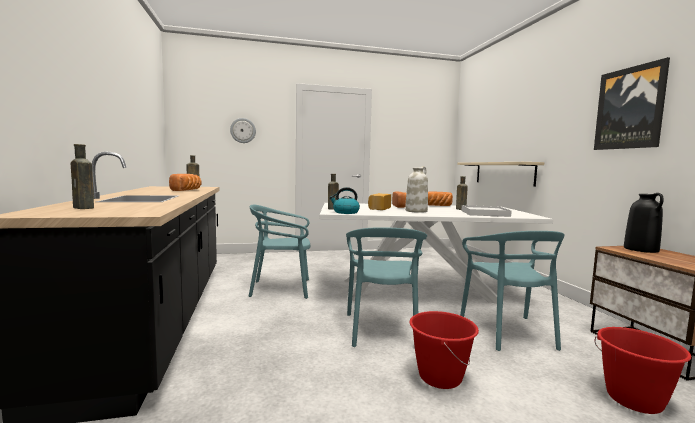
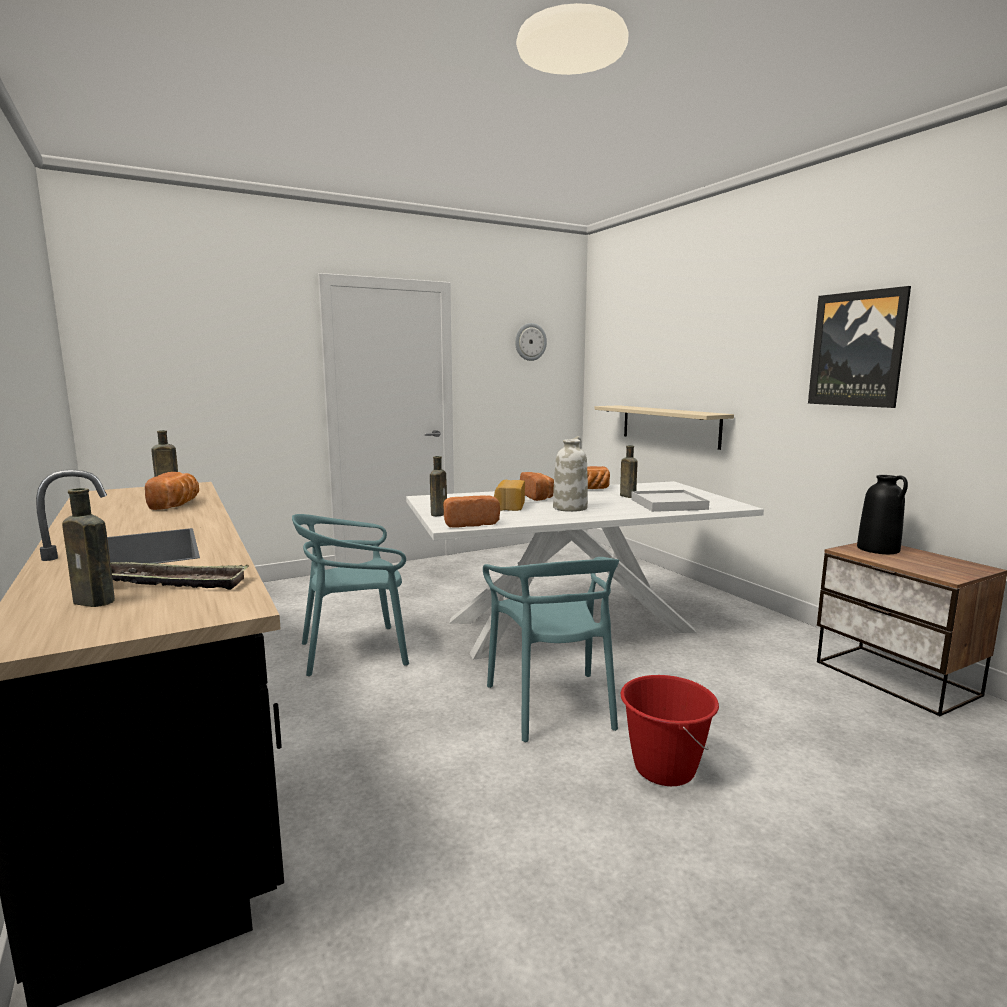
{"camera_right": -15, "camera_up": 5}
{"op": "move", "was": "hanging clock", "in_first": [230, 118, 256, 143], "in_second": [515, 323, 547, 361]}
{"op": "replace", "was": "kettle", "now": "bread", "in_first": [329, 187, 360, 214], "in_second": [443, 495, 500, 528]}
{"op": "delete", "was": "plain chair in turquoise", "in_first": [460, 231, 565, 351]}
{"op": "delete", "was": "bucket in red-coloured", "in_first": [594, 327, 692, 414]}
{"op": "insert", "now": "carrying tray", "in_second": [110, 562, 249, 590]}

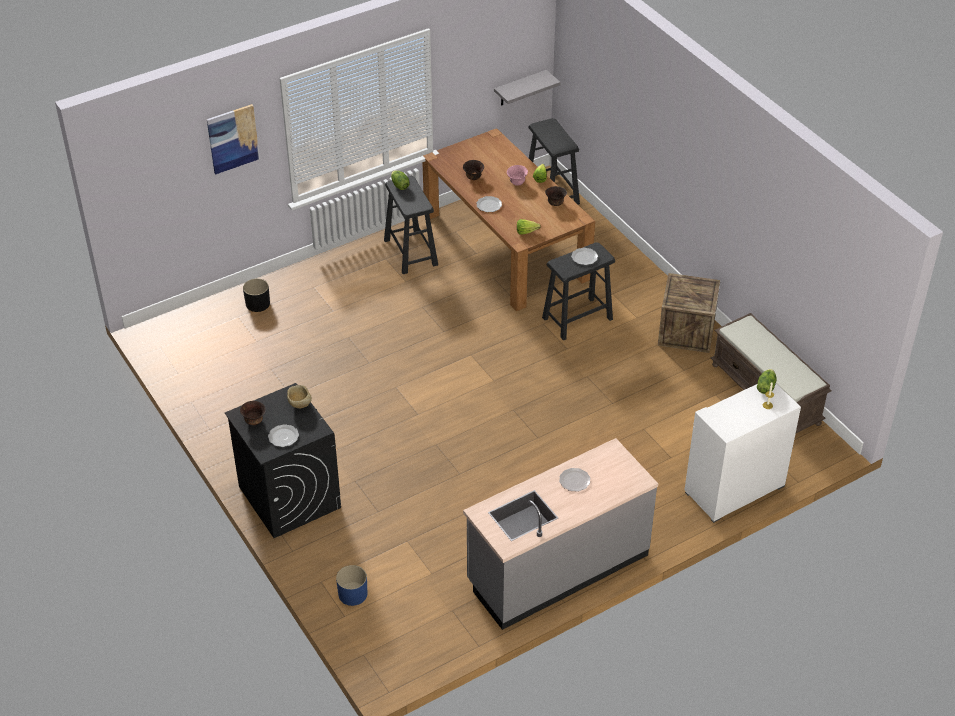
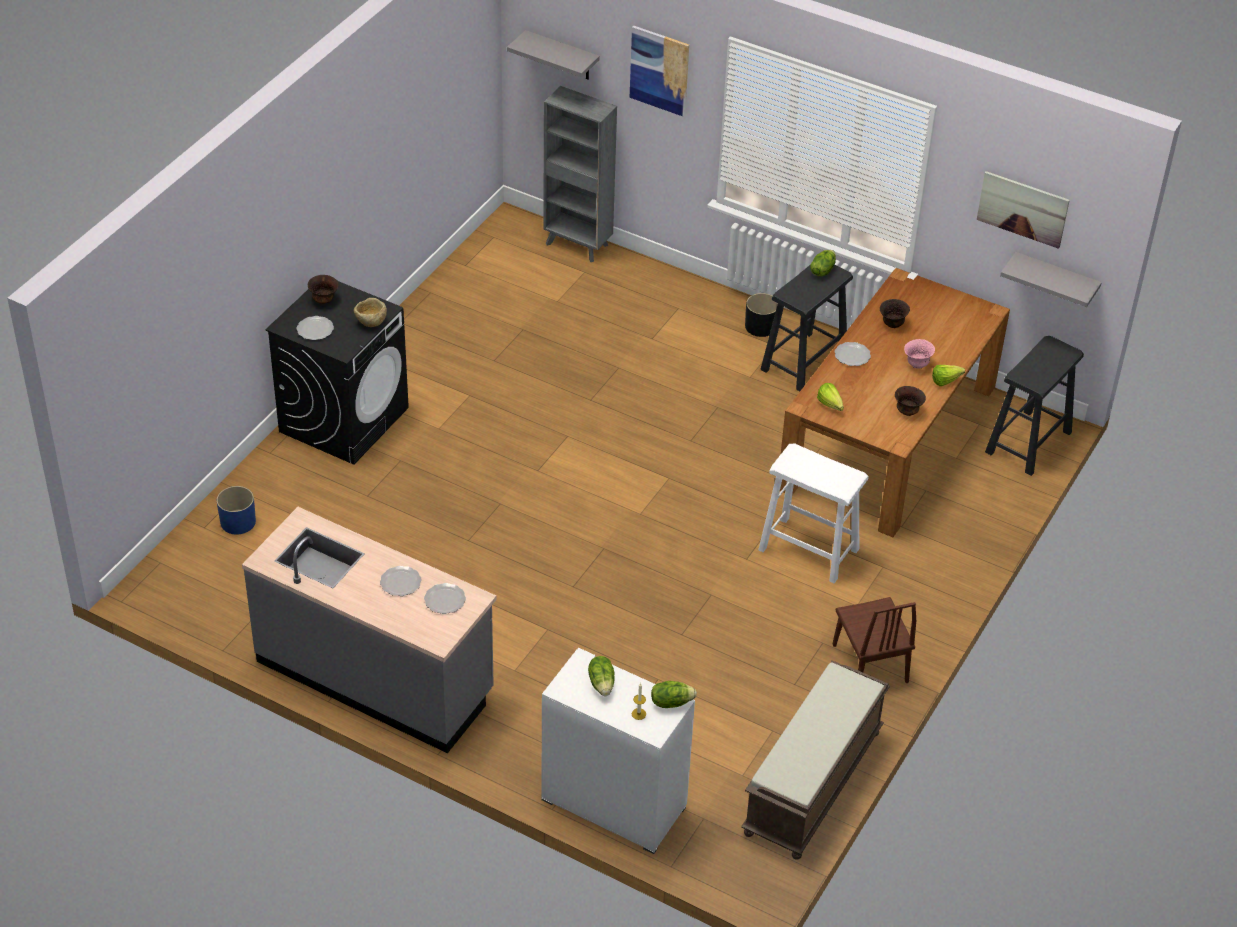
{"camera_right": 60, "camera_up": 0}
{"op": "recolor", "was": "stool in blackish", "now": "stool in white", "in_first": [542, 242, 615, 341], "in_second": [758, 443, 869, 583]}
{"op": "move", "was": "dinner plate", "in_first": [571, 248, 598, 265], "in_second": [424, 583, 466, 614]}
{"op": "replace", "was": "shipping crate", "now": "plain chair in brown-coloured", "in_first": [658, 273, 720, 353], "in_second": [833, 597, 916, 683]}
{"op": "move", "was": "plant pot in blackish", "in_first": [243, 278, 270, 312], "in_second": [745, 293, 778, 337]}
{"op": "insert", "now": "shelf in grey", "in_second": [507, 30, 600, 79]}
{"op": "insert", "now": "bookcase in grey", "in_second": [543, 86, 617, 262]}
{"op": "insert", "now": "picture", "in_second": [977, 171, 1070, 249]}
{"op": "insert", "now": "lettuce", "in_second": [588, 656, 615, 696]}

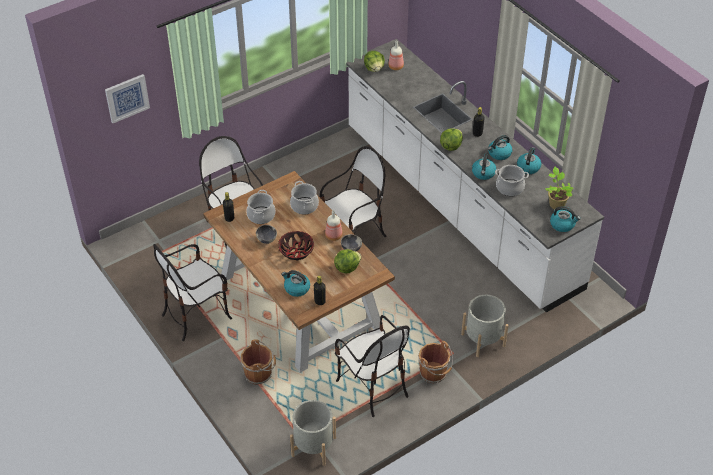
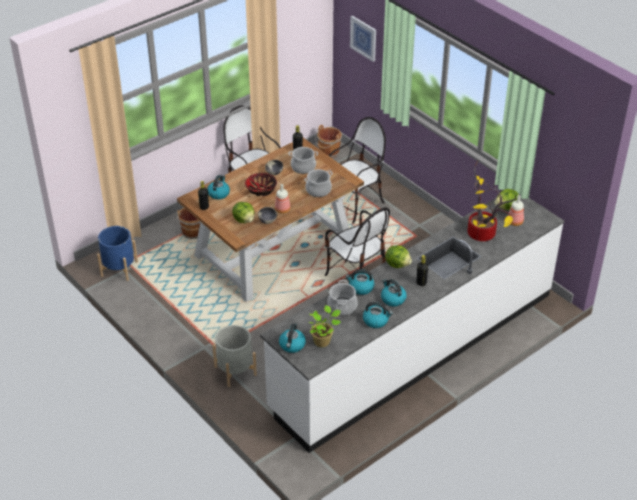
{"camera_right": 85, "camera_up": -5}
{"op": "delete", "was": "plain chair", "in_first": [335, 315, 410, 417]}
{"op": "move", "was": "bucket in brown-coloured", "in_first": [418, 341, 453, 384], "in_second": [315, 125, 342, 158]}
{"op": "recolor", "was": "plant pot in grey", "now": "plant pot in bluish", "in_first": [290, 400, 336, 466], "in_second": [97, 226, 138, 281]}
{"op": "insert", "now": "plant in a pot", "in_second": [467, 160, 516, 241]}

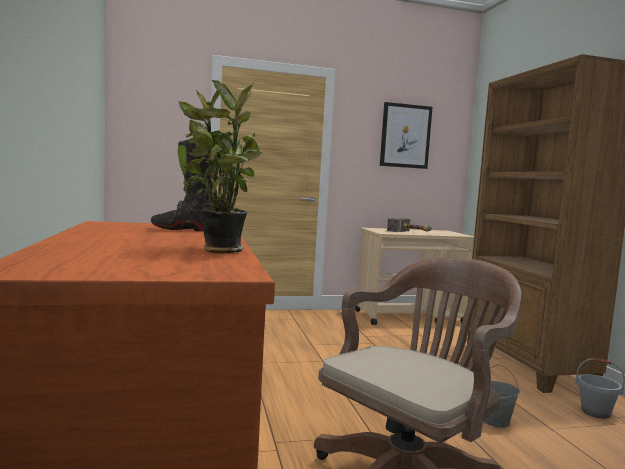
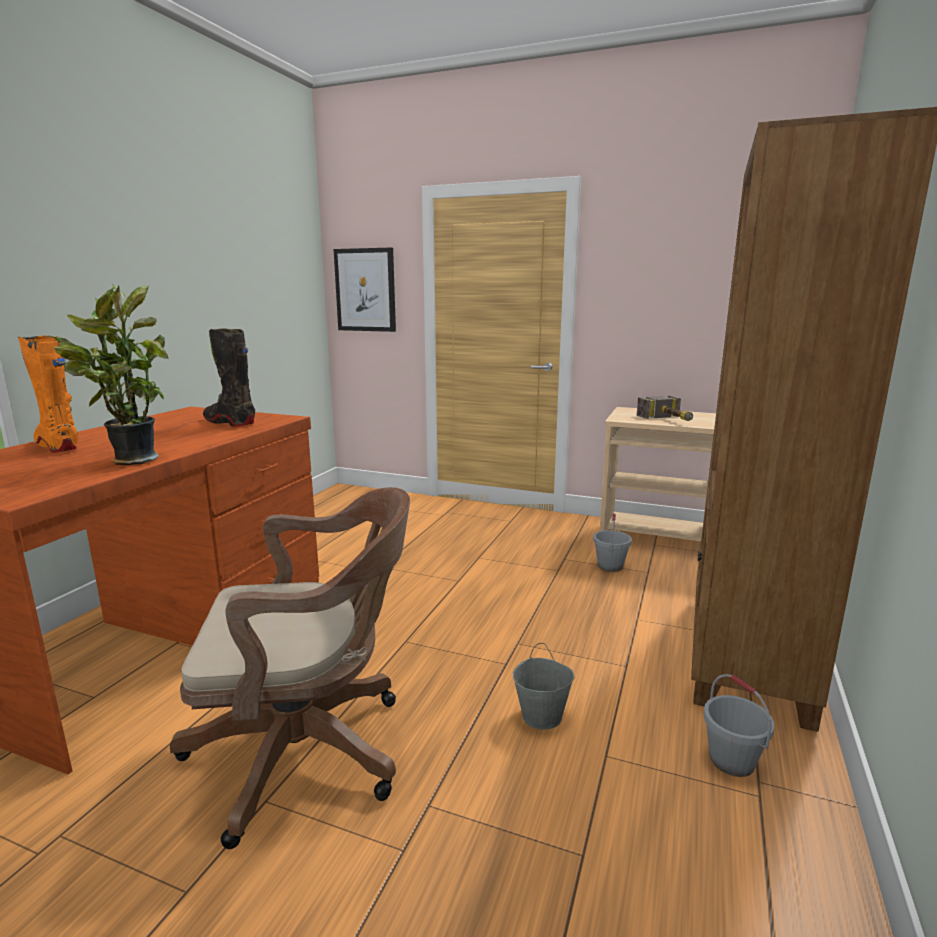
{"camera_right": 35, "camera_up": 10}
{"op": "move", "was": "picture", "in_first": [380, 102, 433, 169], "in_second": [334, 248, 396, 332]}
{"op": "insert", "now": "tall boot in orangey", "in_second": [18, 336, 78, 453]}
{"op": "insert", "now": "bucket in grey", "in_second": [593, 513, 632, 572]}

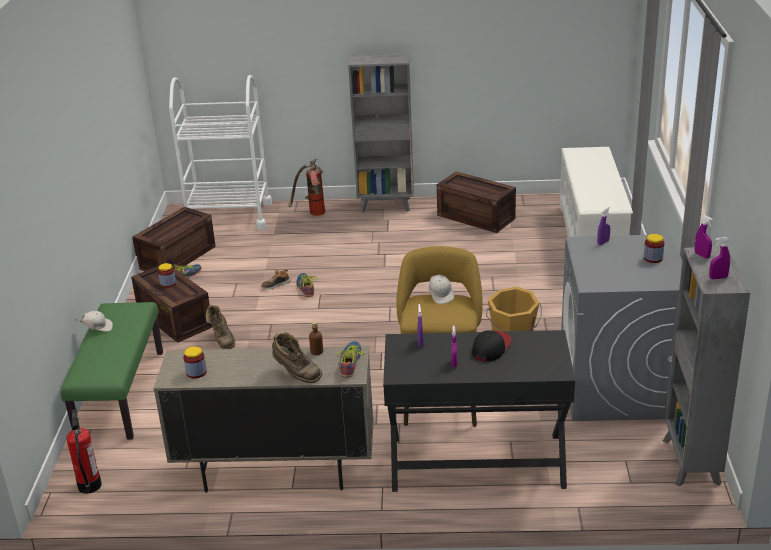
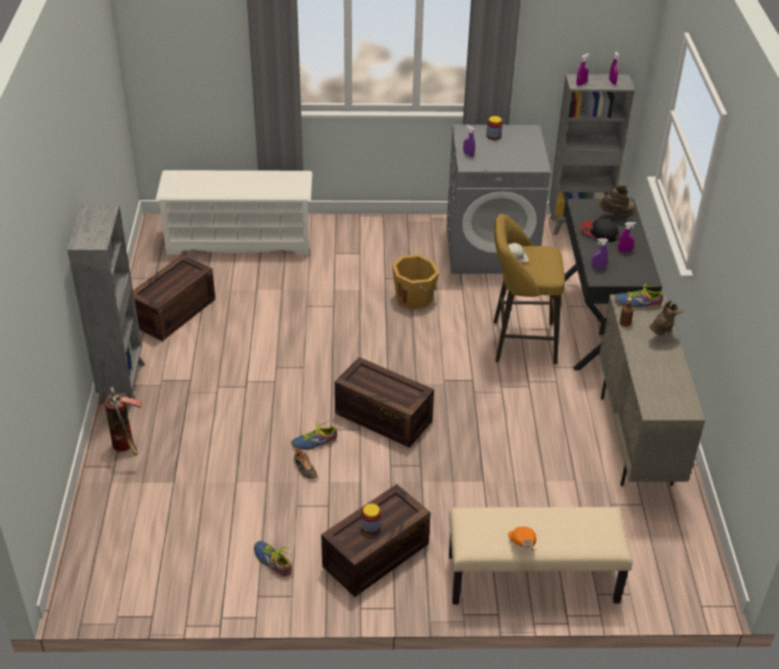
{"camera_right": -95, "camera_up": 10}
{"op": "delete", "was": "wheeled cart in white", "in_first": [169, 75, 272, 230]}
{"op": "move", "was": "shipping crate", "in_first": [132, 207, 216, 271], "in_second": [335, 357, 434, 448]}
{"op": "recolor", "was": "bench in green", "now": "bench in beige", "in_first": [61, 302, 163, 440], "in_second": [449, 507, 632, 604]}
{"op": "move", "was": "tall boot in brown-coloured", "in_first": [206, 305, 235, 349], "in_second": [599, 185, 635, 216]}
{"op": "recolor", "was": "cap in white", "now": "cap in orangey", "in_first": [75, 311, 113, 332], "in_second": [508, 527, 536, 551]}
{"op": "delete", "was": "preserve jar", "in_first": [183, 346, 207, 378]}
{"op": "delete", "was": "fire-fighting cylinder", "in_first": [66, 409, 102, 494]}

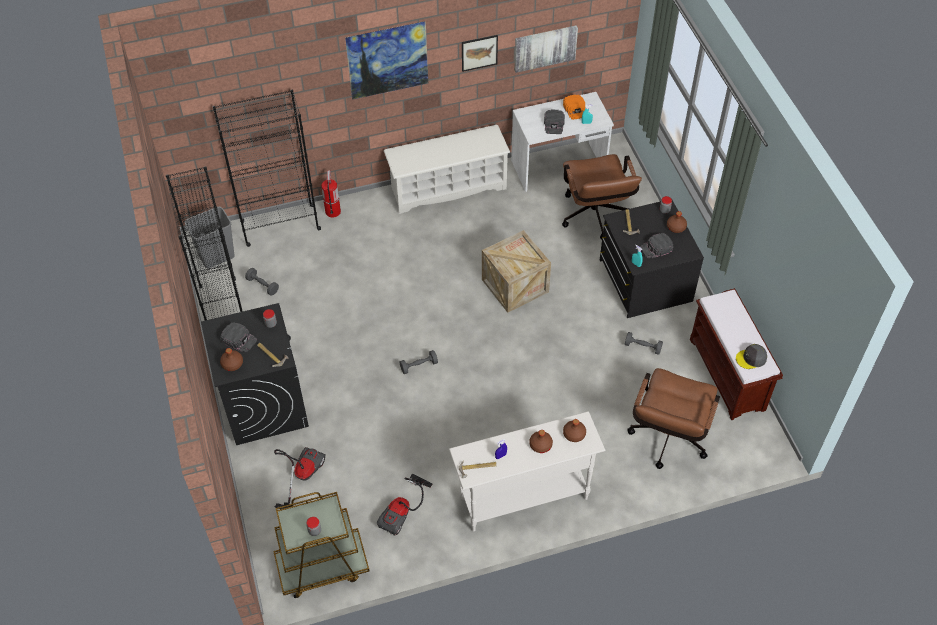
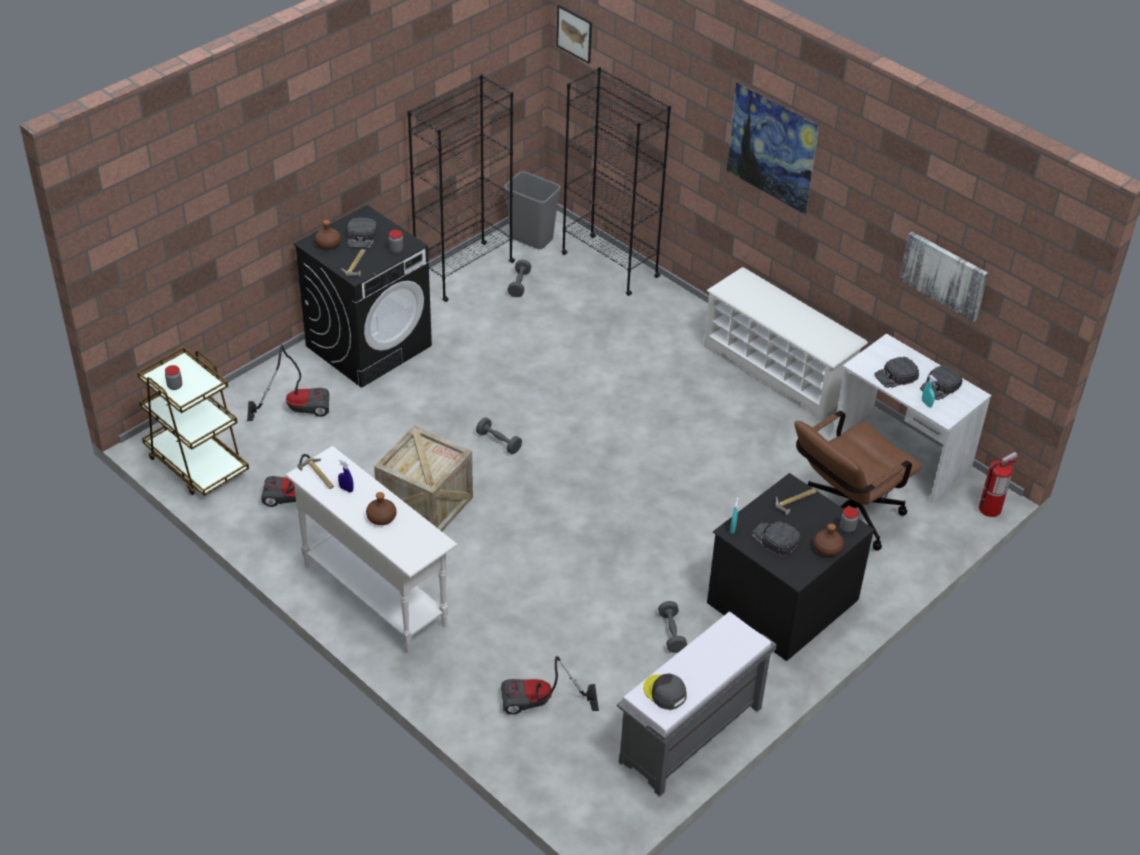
{"camera_right": 60, "camera_up": -10}
{"op": "move", "was": "picture", "in_first": [462, 35, 498, 72], "in_second": [557, 5, 592, 64]}
{"op": "recolor", "was": "cap in orangey", "now": "cap in blackish", "in_first": [563, 94, 585, 120], "in_second": [920, 365, 963, 400]}
{"op": "move", "was": "fire-fighting cylinder", "in_first": [321, 171, 341, 218], "in_second": [979, 452, 1018, 517]}
{"op": "move", "was": "shipping crate", "in_first": [482, 230, 551, 313], "in_second": [374, 425, 473, 531]}
{"op": "recolor", "was": "bench in brown-coloured", "now": "bench in grey", "in_first": [690, 288, 783, 420], "in_second": [617, 612, 777, 796]}
{"op": "replace", "was": "computer chair in brown-coloured", "now": "vacuum cleaner", "in_first": [628, 368, 720, 469], "in_second": [501, 656, 599, 714]}
{"op": "delete", "was": "drink bottle in brown-coloured", "in_first": [563, 419, 586, 442]}

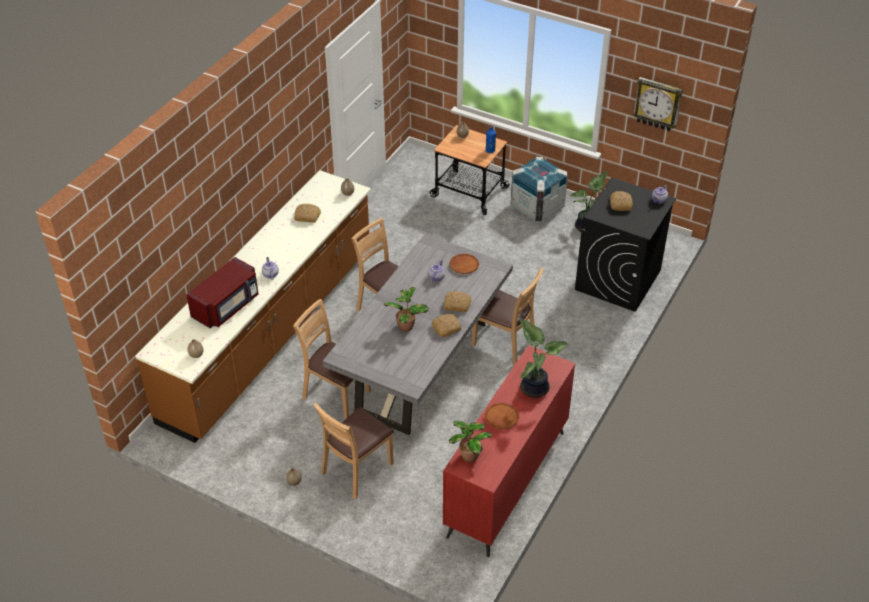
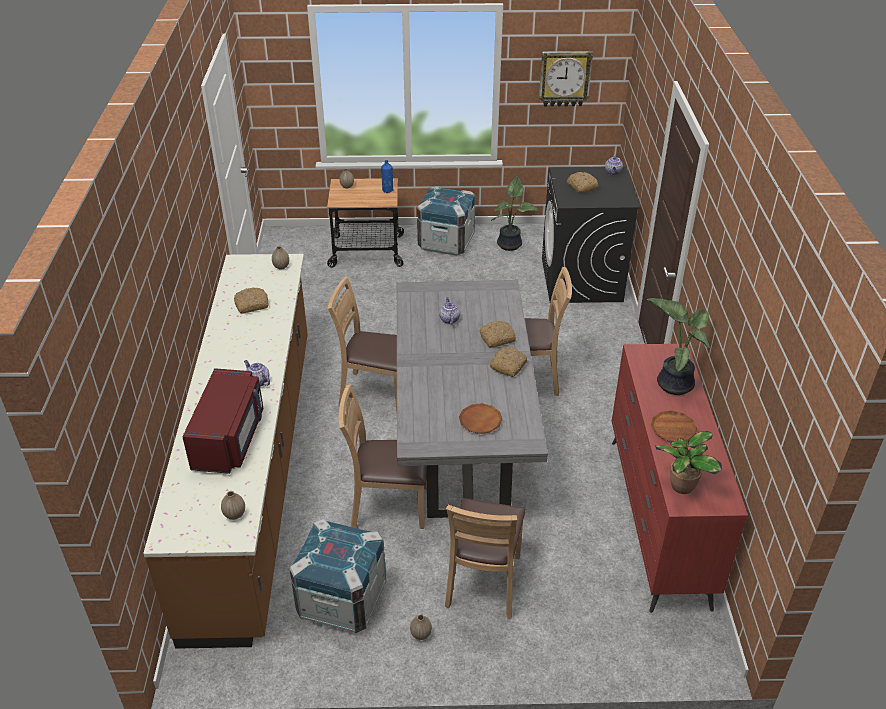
{"camera_right": -30, "camera_up": -5}
{"op": "move", "was": "dinner plate in brown-coloured", "in_first": [449, 254, 479, 274], "in_second": [459, 403, 502, 434]}
{"op": "delete", "was": "plant in a pot", "in_first": [384, 287, 429, 332]}
{"op": "insert", "now": "shipping crate", "in_second": [289, 519, 386, 634]}

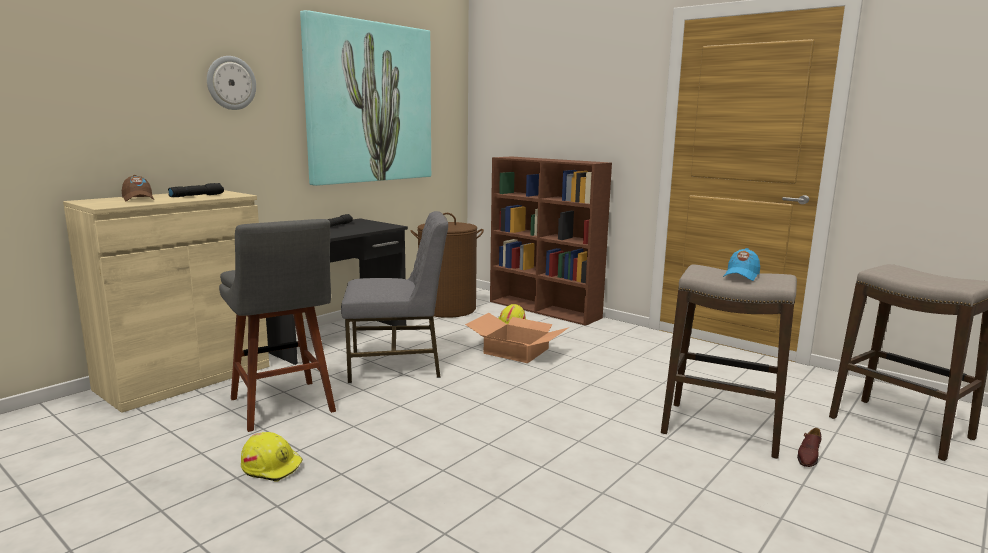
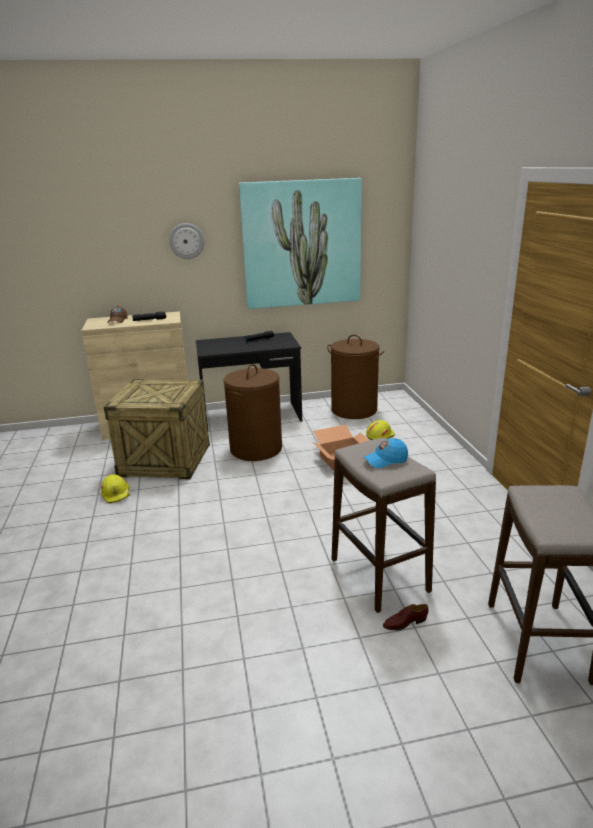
{"camera_right": 40, "camera_up": 10}
{"op": "delete", "was": "bookcase in brown-coloured", "in_first": [490, 156, 612, 326]}
{"op": "replace", "was": "plain chair in grey", "now": "laundry basket in brown-coloured", "in_first": [341, 211, 448, 383], "in_second": [224, 364, 282, 461]}
{"op": "replace", "was": "stool in grey", "now": "shipping crate", "in_first": [219, 219, 336, 432], "in_second": [104, 379, 210, 479]}

